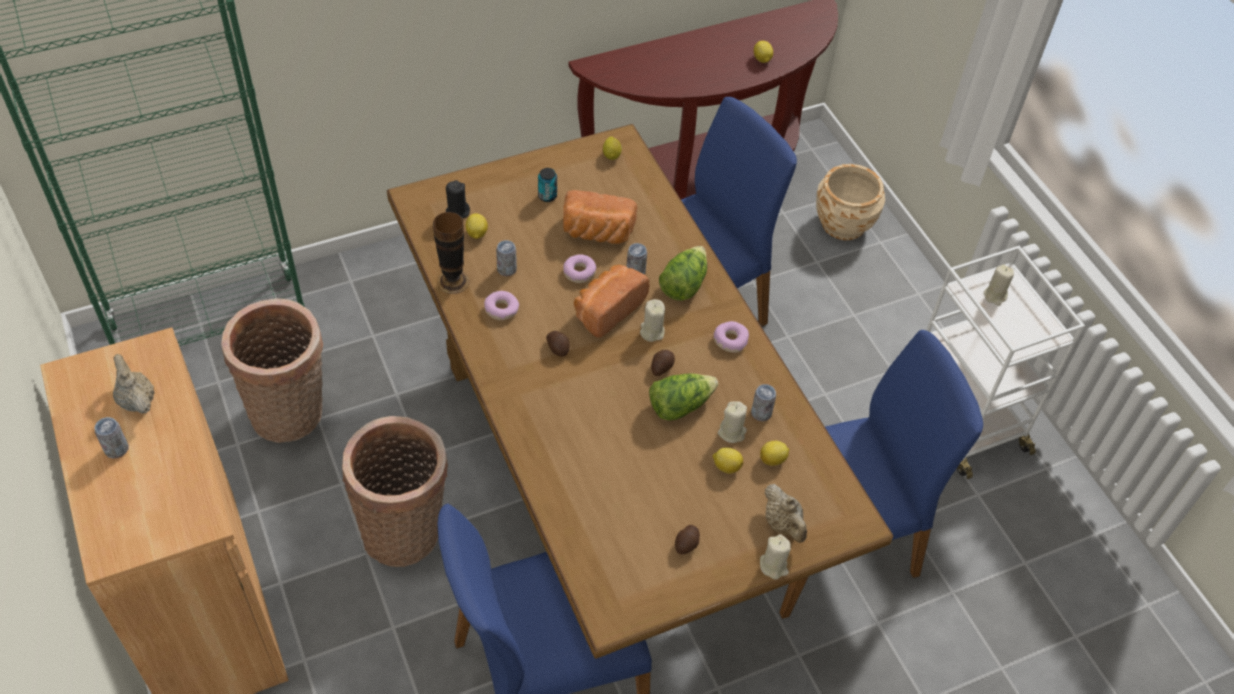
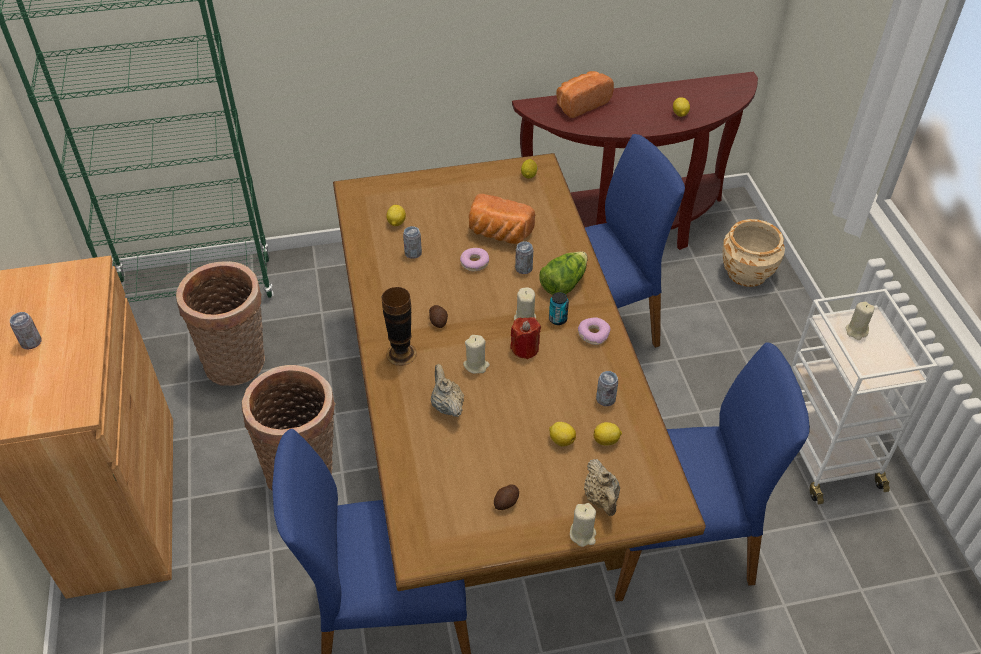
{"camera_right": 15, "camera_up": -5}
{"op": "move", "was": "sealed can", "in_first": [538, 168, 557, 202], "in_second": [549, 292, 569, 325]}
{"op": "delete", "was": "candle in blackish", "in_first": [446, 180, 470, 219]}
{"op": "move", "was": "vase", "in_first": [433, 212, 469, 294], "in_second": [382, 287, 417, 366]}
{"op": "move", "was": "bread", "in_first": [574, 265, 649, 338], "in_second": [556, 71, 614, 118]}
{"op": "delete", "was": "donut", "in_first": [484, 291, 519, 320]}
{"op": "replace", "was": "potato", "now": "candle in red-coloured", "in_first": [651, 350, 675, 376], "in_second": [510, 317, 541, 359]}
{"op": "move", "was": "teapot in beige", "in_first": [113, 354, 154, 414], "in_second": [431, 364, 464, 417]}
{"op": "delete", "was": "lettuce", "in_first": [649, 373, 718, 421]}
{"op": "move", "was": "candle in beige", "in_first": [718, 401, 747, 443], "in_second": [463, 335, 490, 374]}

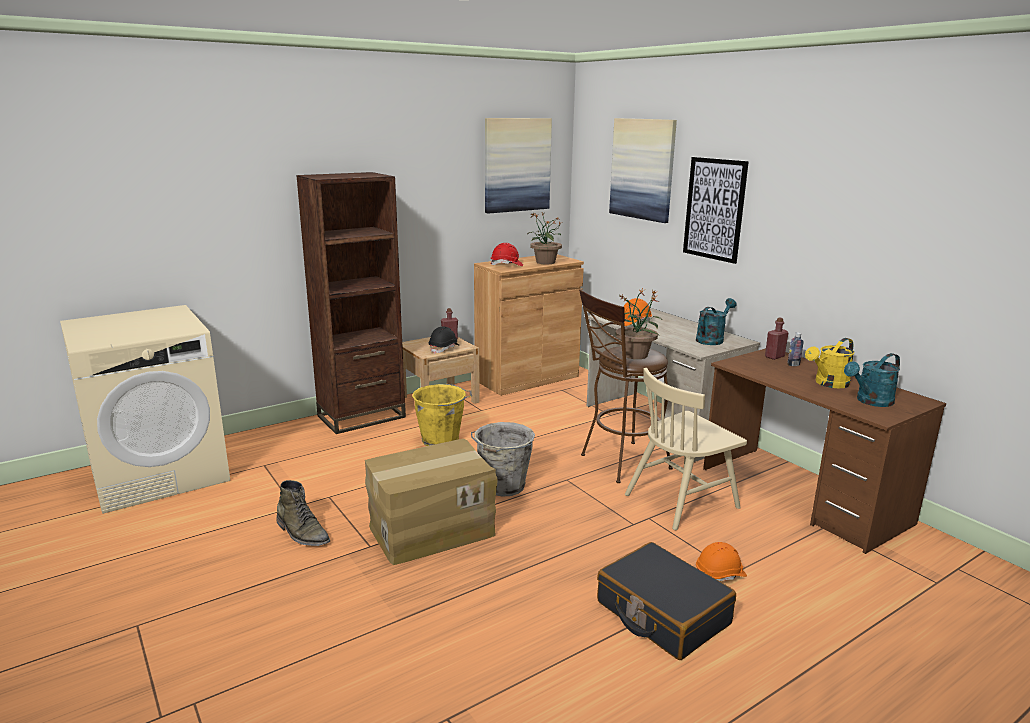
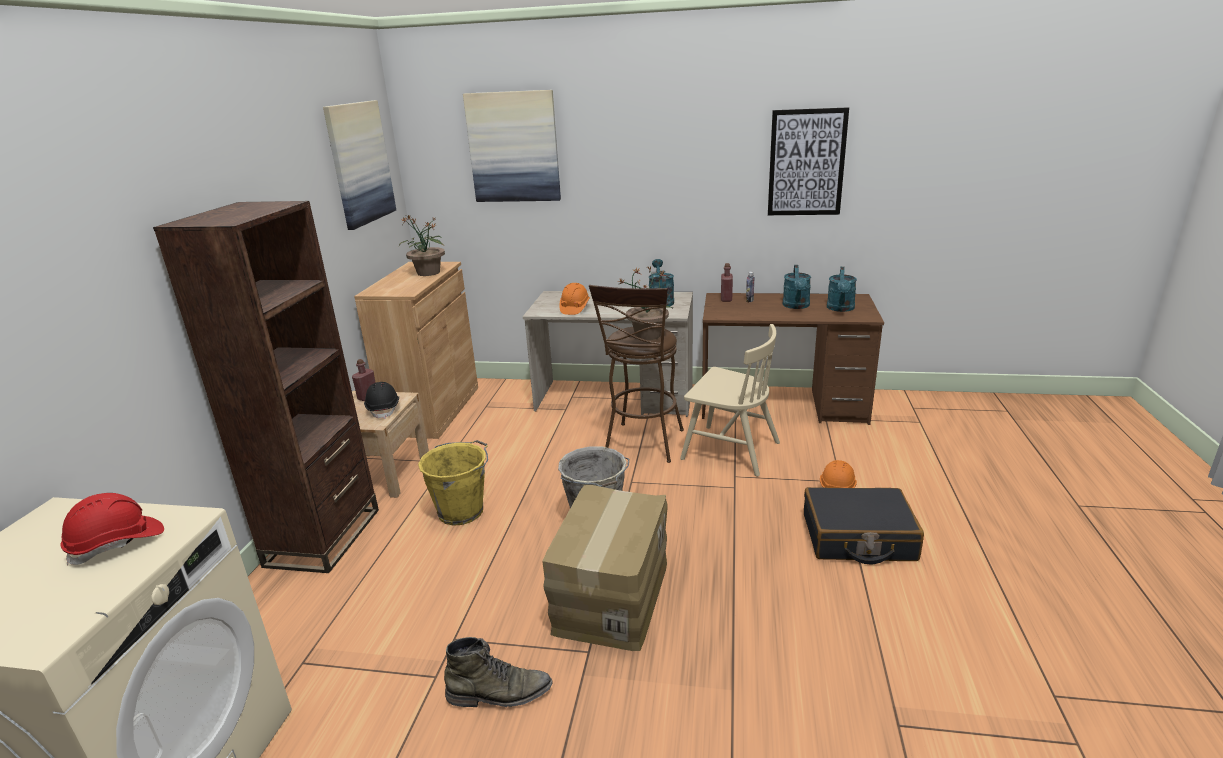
{"camera_right": -45, "camera_up": 5}
{"op": "move", "was": "picture", "in_first": [683, 157, 749, 264], "in_second": [768, 107, 849, 215]}
{"op": "move", "was": "safety helmet in red-coloured", "in_first": [490, 243, 523, 266], "in_second": [60, 493, 164, 566]}
{"op": "recolor", "was": "watering pot in yellowish", "now": "watering pot in turquoise", "in_first": [805, 338, 855, 388], "in_second": [783, 265, 811, 309]}
{"op": "rotate", "was": "plain chair in beige", "in_first": [625, 368, 747, 530], "in_second": [680, 324, 780, 477], "clockwise": -75}

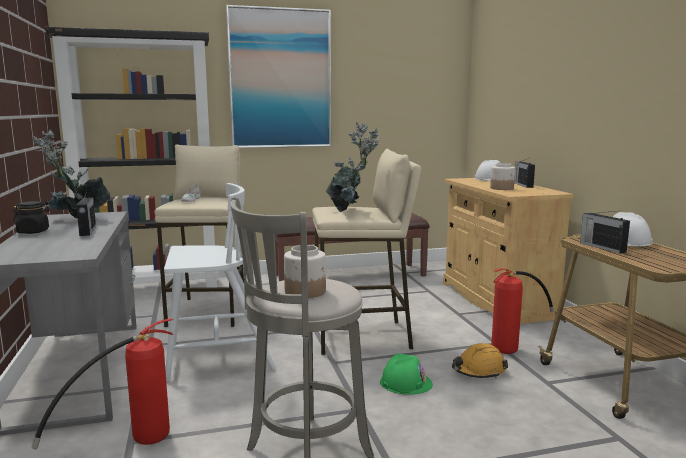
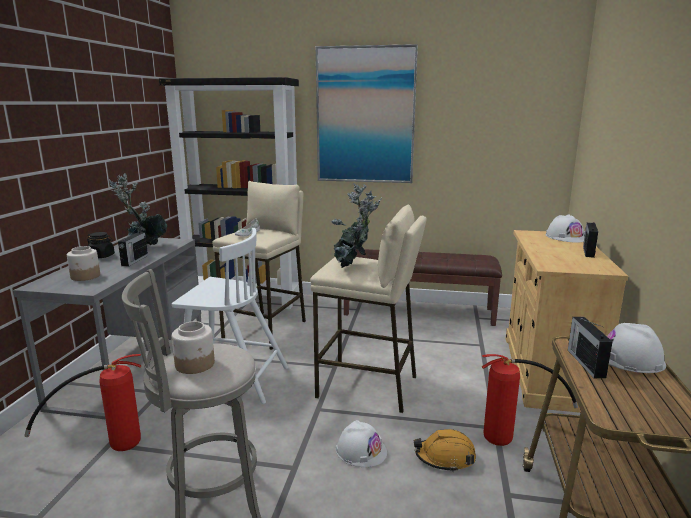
{"camera_right": 25, "camera_up": 5}
{"op": "move", "was": "preserve jar", "in_first": [490, 163, 515, 190], "in_second": [67, 246, 100, 281]}
{"op": "recolor", "was": "safety helmet in green", "now": "safety helmet in white", "in_first": [380, 353, 433, 395], "in_second": [336, 420, 387, 467]}

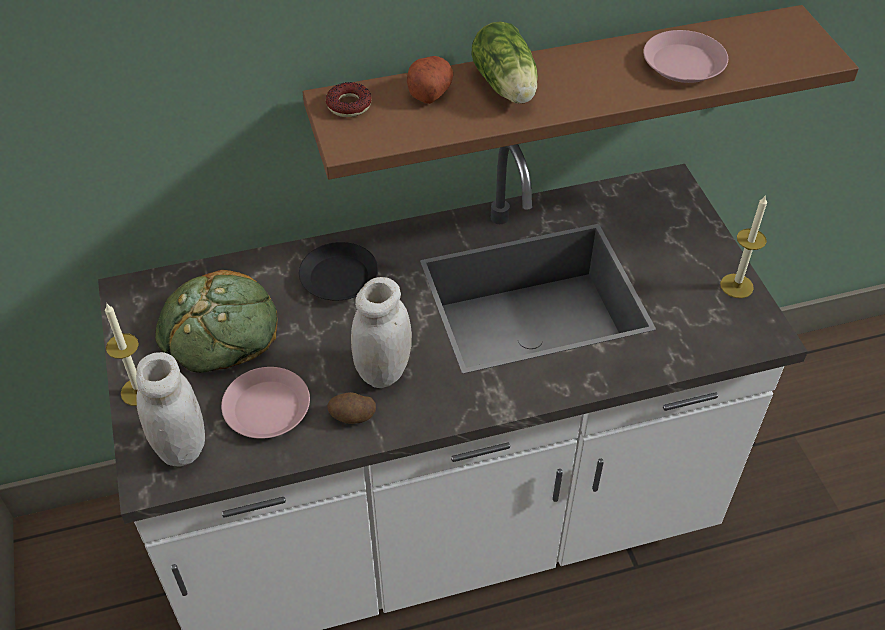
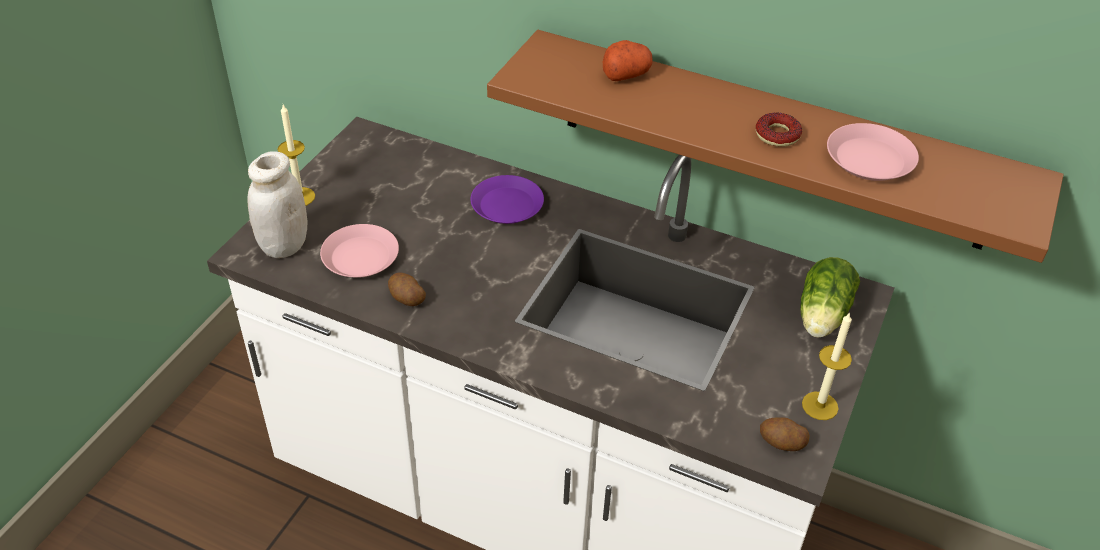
{"camera_right": 40, "camera_up": -5}
{"op": "move", "was": "lettuce", "in_first": [472, 22, 538, 104], "in_second": [801, 257, 860, 337]}
{"op": "move", "was": "donut", "in_first": [326, 82, 372, 117], "in_second": [756, 113, 802, 147]}
{"op": "recolor", "was": "dinner plate in blackish", "now": "dinner plate in purple", "in_first": [299, 242, 378, 301], "in_second": [470, 175, 544, 224]}
{"op": "delete", "was": "bread", "in_first": [155, 270, 278, 373]}
{"op": "delete", "was": "preserve jar in white", "in_first": [351, 277, 412, 388]}
{"op": "insert", "now": "potato", "in_second": [760, 417, 810, 451]}

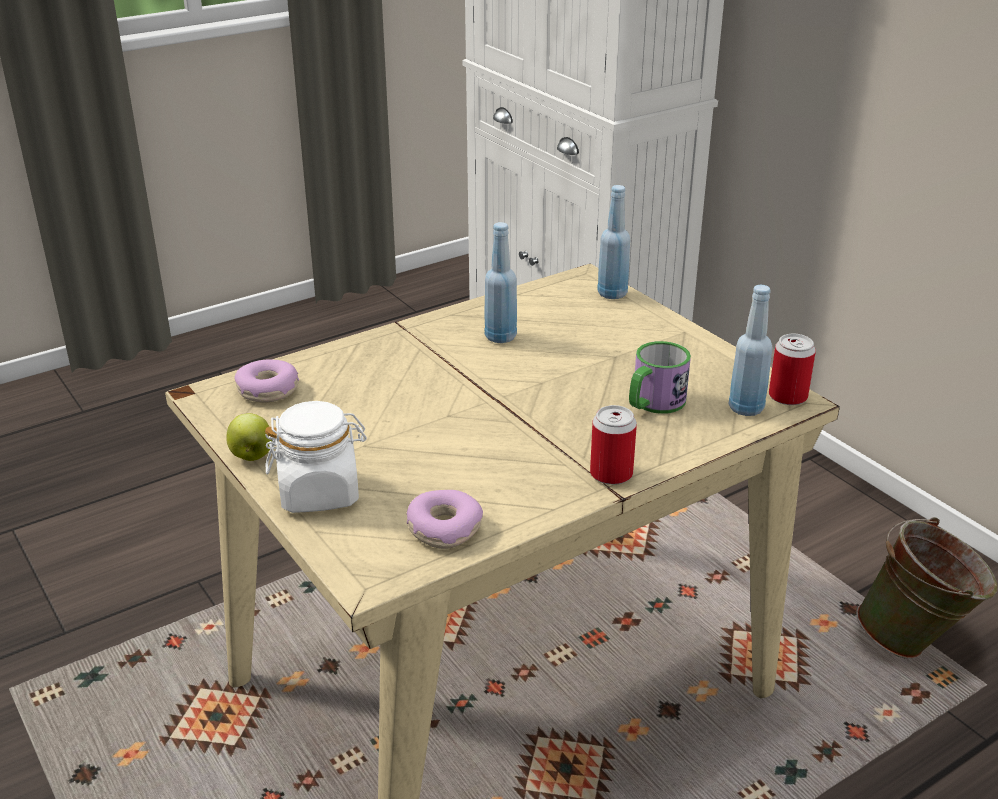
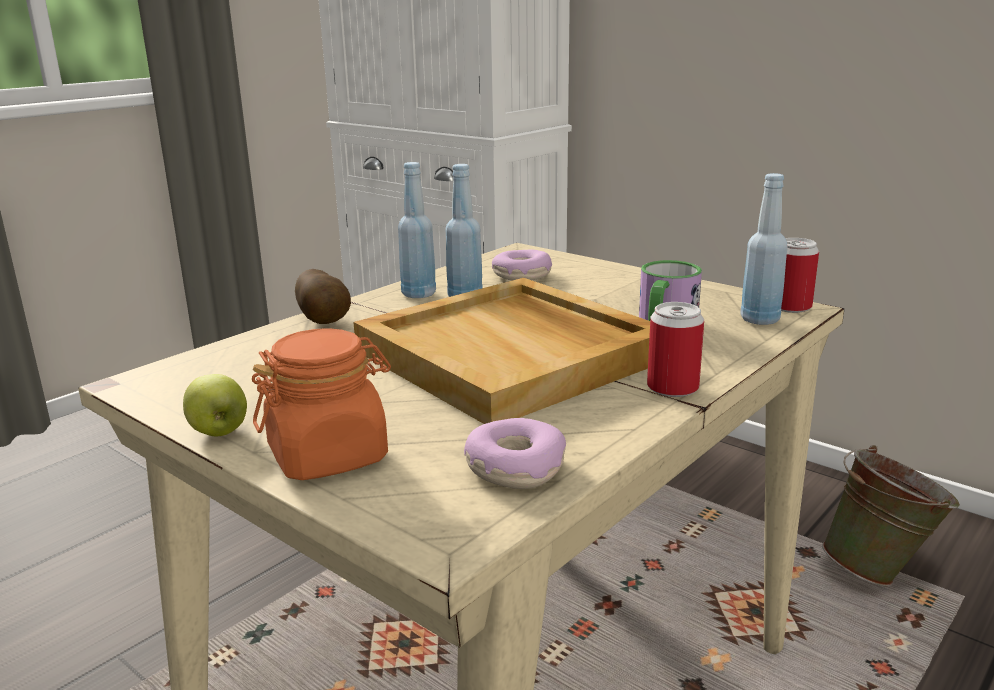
{"camera_right": -15, "camera_up": -10}
{"op": "move", "was": "drink bottle in bluish", "in_first": [597, 185, 630, 299], "in_second": [398, 162, 436, 298]}
{"op": "move", "was": "donut", "in_first": [234, 360, 299, 402], "in_second": [492, 250, 552, 280]}
{"op": "recolor", "was": "preserve jar in white", "now": "preserve jar in orangey", "in_first": [265, 401, 367, 513], "in_second": [252, 328, 391, 480]}
{"op": "insert", "now": "potato", "in_second": [295, 269, 351, 324]}
{"op": "insert", "now": "carrying tray in beige", "in_second": [353, 278, 650, 424]}

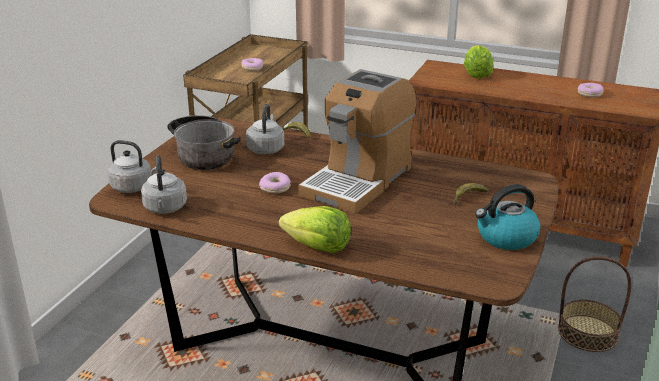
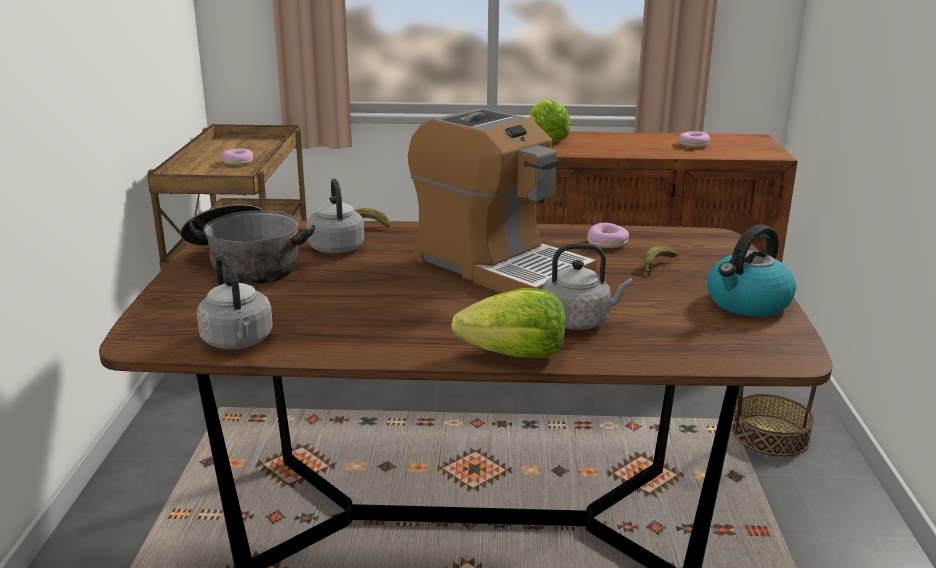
{"camera_right": -20, "camera_up": -5}
{"op": "rotate", "was": "coffee brewer", "in_first": [298, 69, 416, 214], "in_second": [408, 108, 596, 293], "clockwise": -60}
{"op": "move", "was": "kettle in grey", "in_first": [108, 140, 156, 193], "in_second": [542, 243, 633, 330]}
{"op": "move", "was": "donut", "in_first": [259, 172, 291, 194], "in_second": [587, 223, 629, 248]}

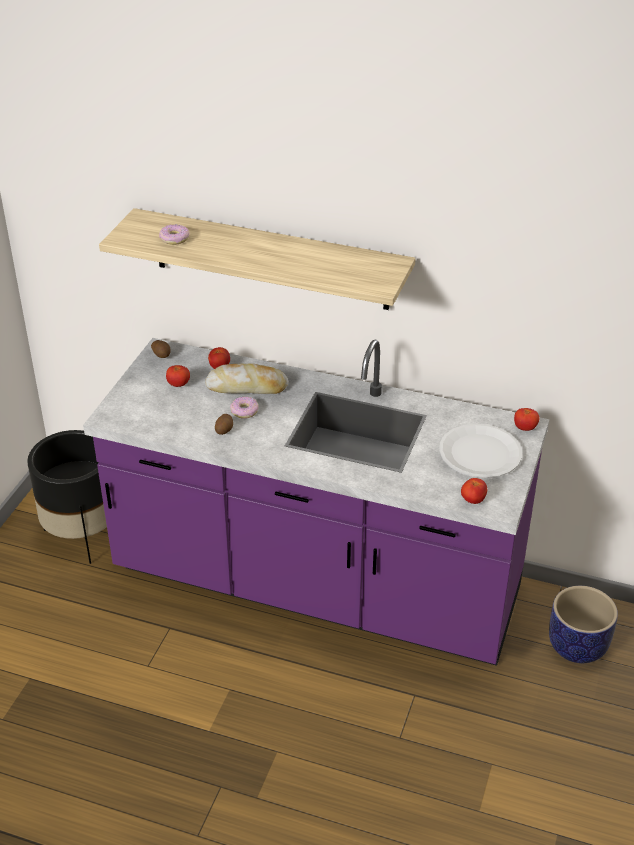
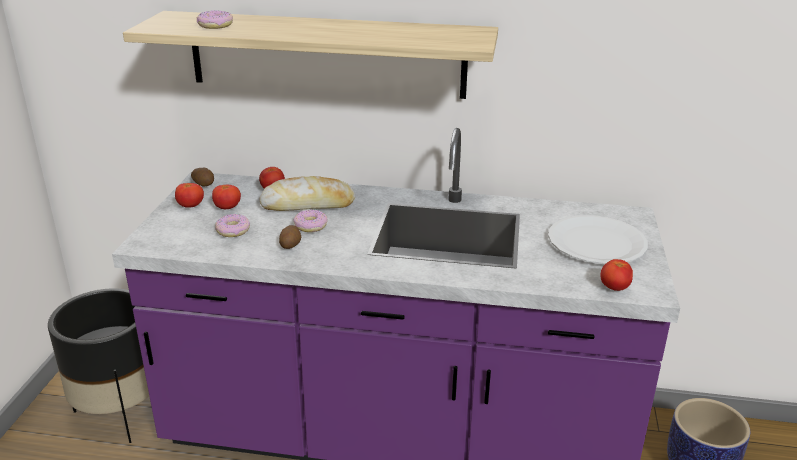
{"camera_right": -10, "camera_up": -10}
{"op": "move", "was": "tomato", "in_first": [514, 408, 540, 431], "in_second": [175, 183, 204, 208]}
{"op": "insert", "now": "donut", "in_second": [215, 214, 250, 237]}

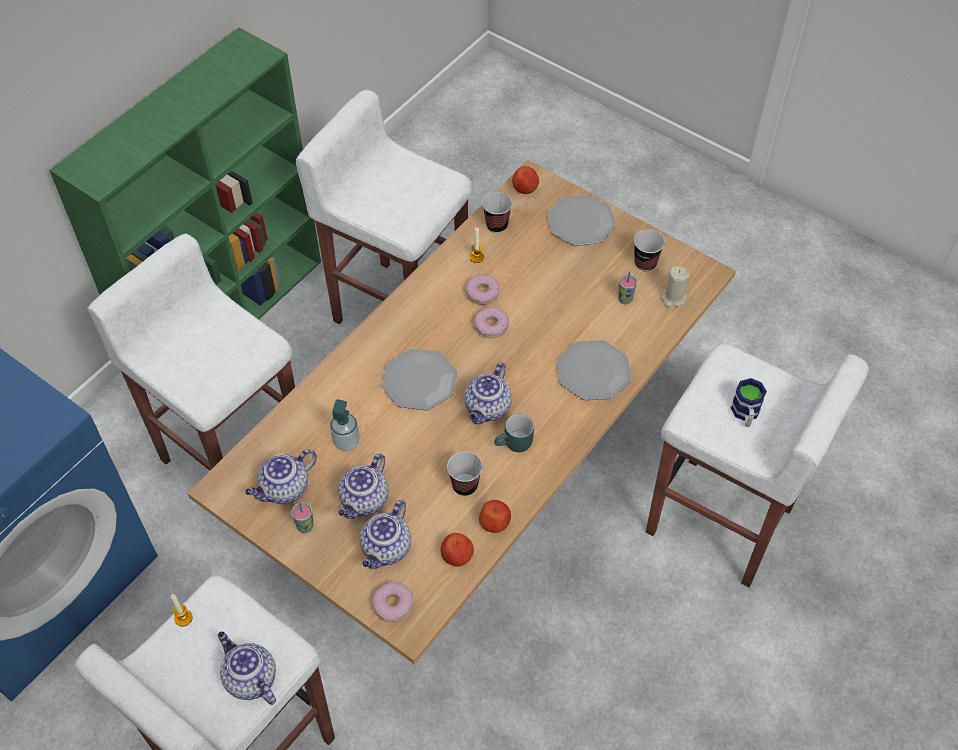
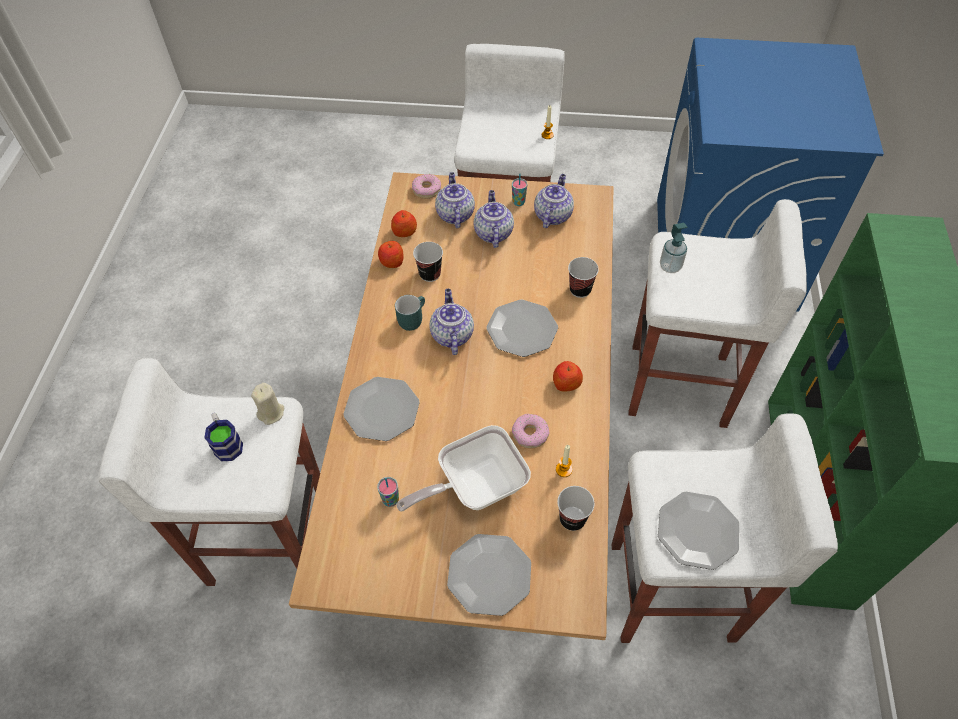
{"camera_right": 150, "camera_up": 0}
{"op": "move", "was": "apple", "in_first": [512, 166, 539, 194], "in_second": [553, 361, 583, 391]}
{"op": "move", "was": "drinking cup", "in_first": [634, 229, 665, 271], "in_second": [568, 257, 599, 298]}
{"op": "move", "was": "candle in beige", "in_first": [661, 266, 690, 307], "in_second": [251, 383, 284, 425]}
{"op": "delete", "was": "donut", "in_first": [474, 307, 509, 338]}
{"op": "move", "was": "soap dispenser", "in_first": [330, 399, 360, 451], "in_second": [660, 223, 687, 273]}
{"op": "delete", "was": "teapot", "in_first": [218, 631, 276, 705]}
{"op": "insert", "now": "frying pan", "in_second": [396, 425, 531, 512]}
{"op": "insert", "now": "dinner plate", "in_second": [658, 492, 739, 570]}

